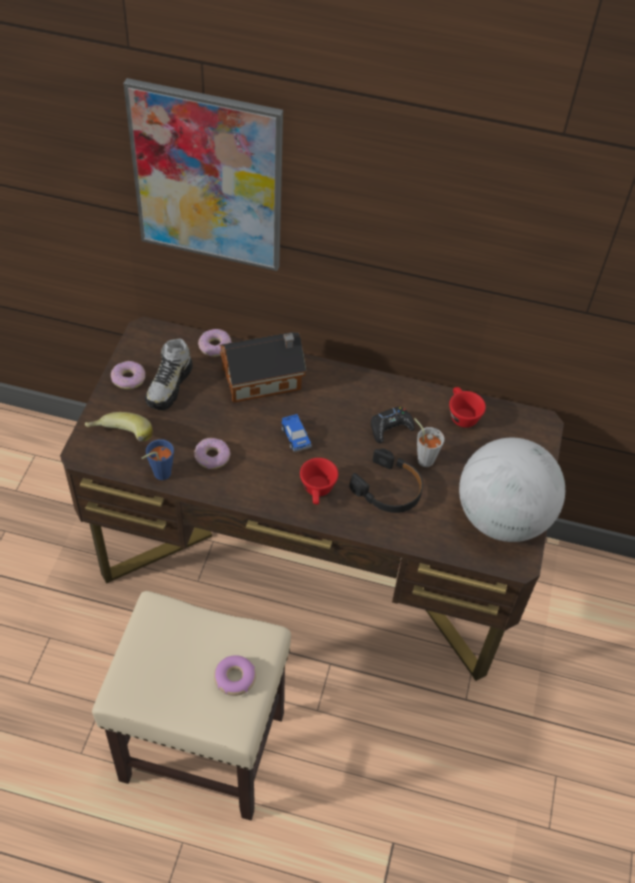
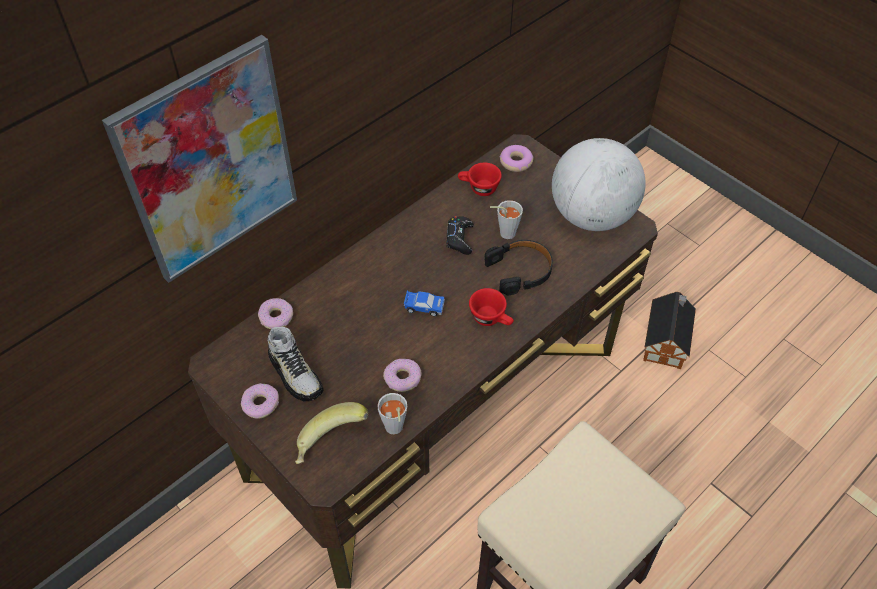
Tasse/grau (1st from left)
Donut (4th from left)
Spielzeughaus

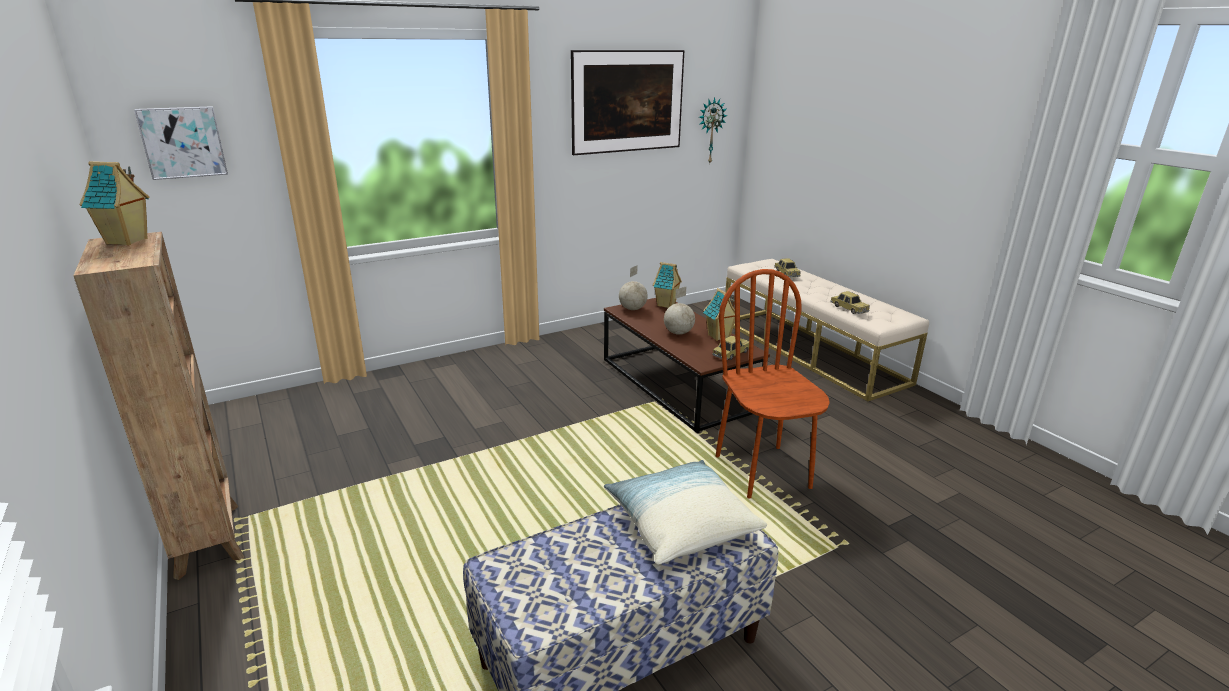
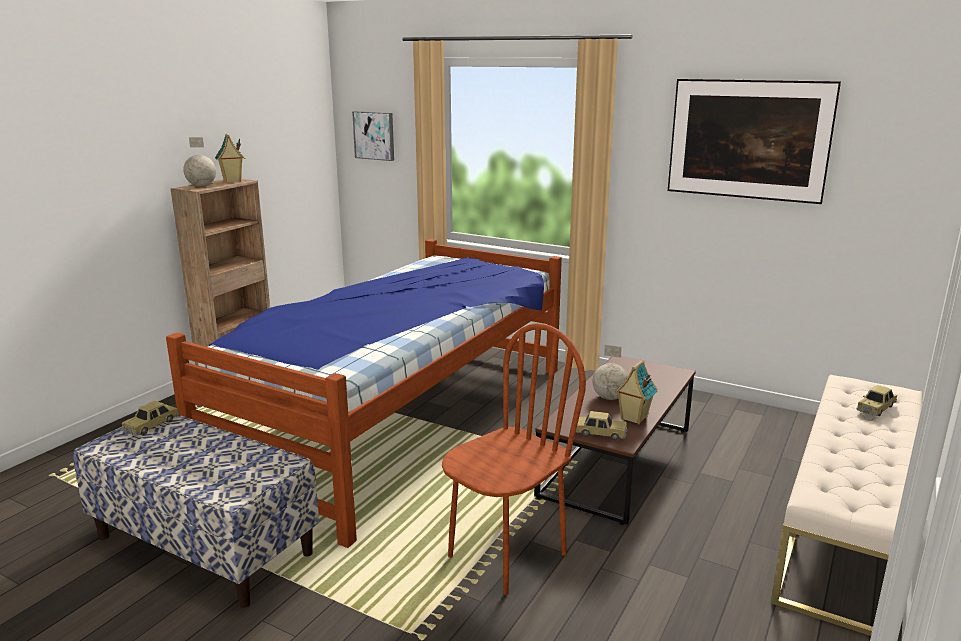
Spielzeugauto (1st from left)
Bett
Globus (1st from left)
Kissen
Spielzeughaus (2nd from left in the first image)
Wanduhr

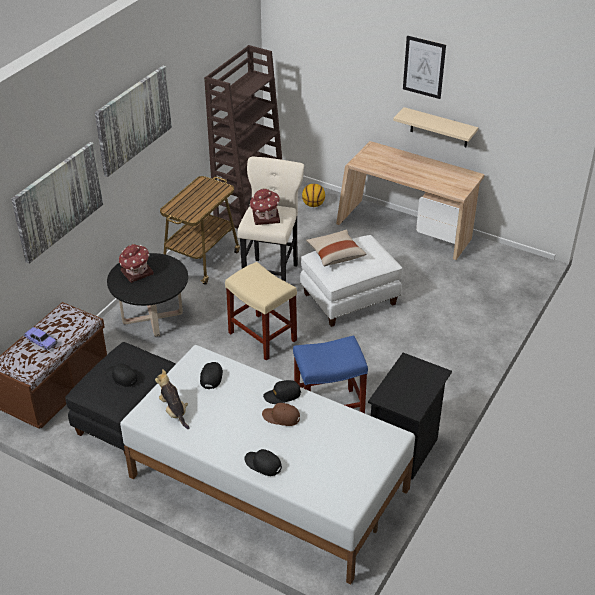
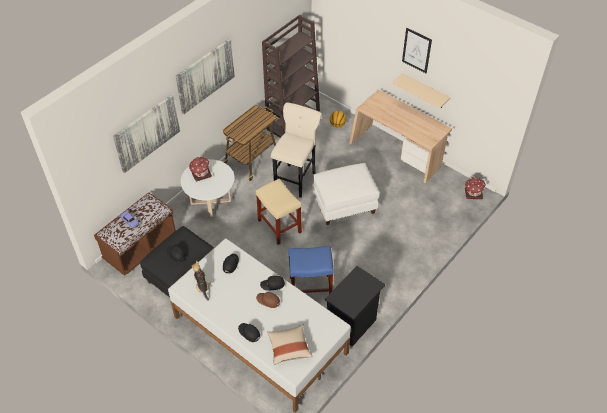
Couchtisch/weiß
Kissen/beige
Spielzeughaus (2nd from left)

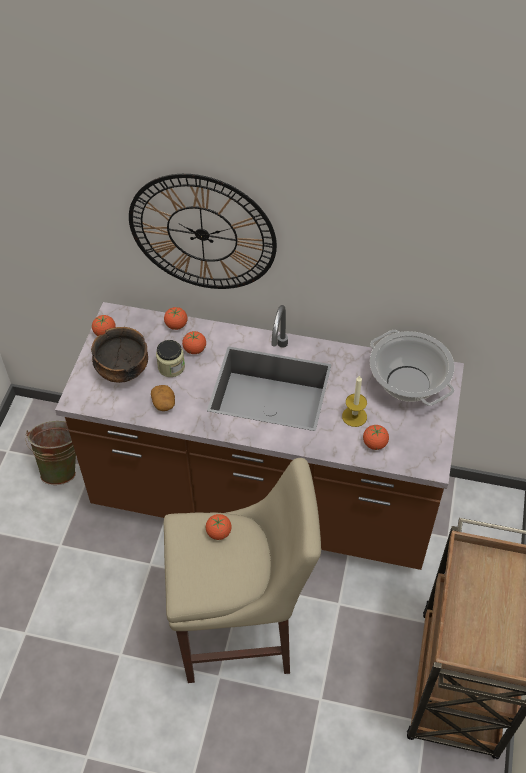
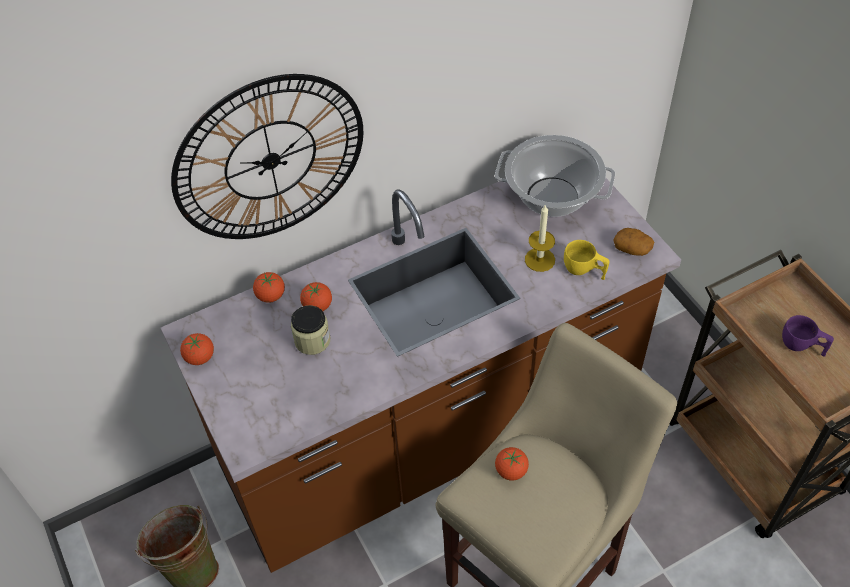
Tasse/gelb
Kartoffel
Tasse/lila
Schüssel

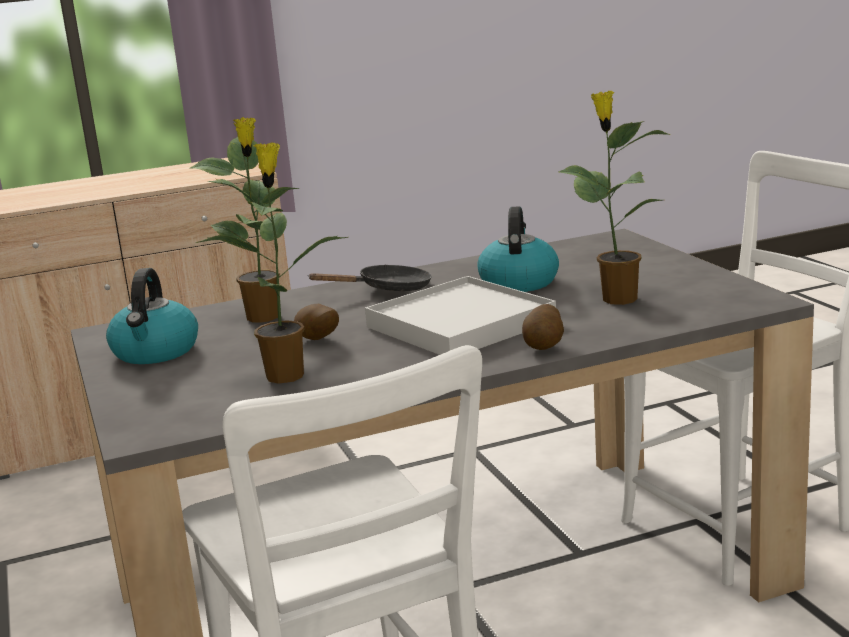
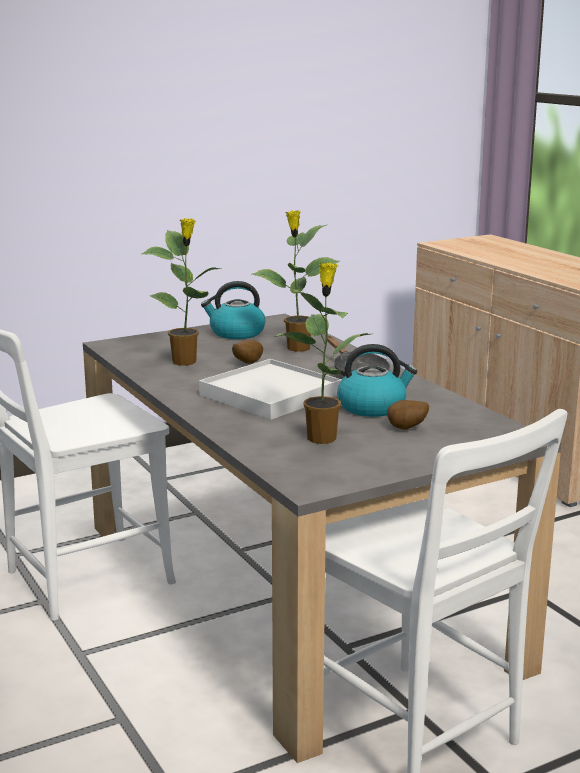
Kartoffel (2nd from left)

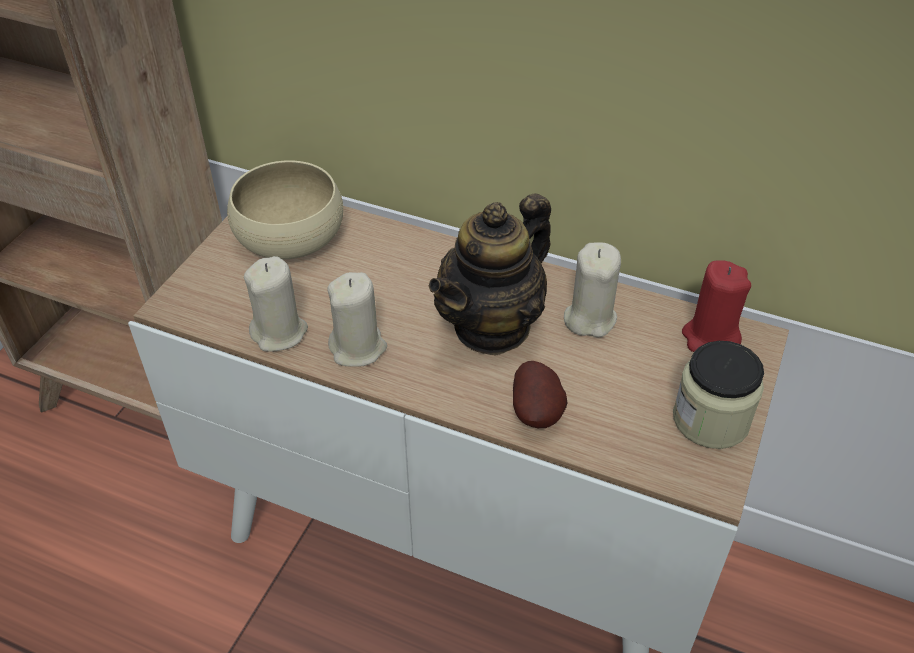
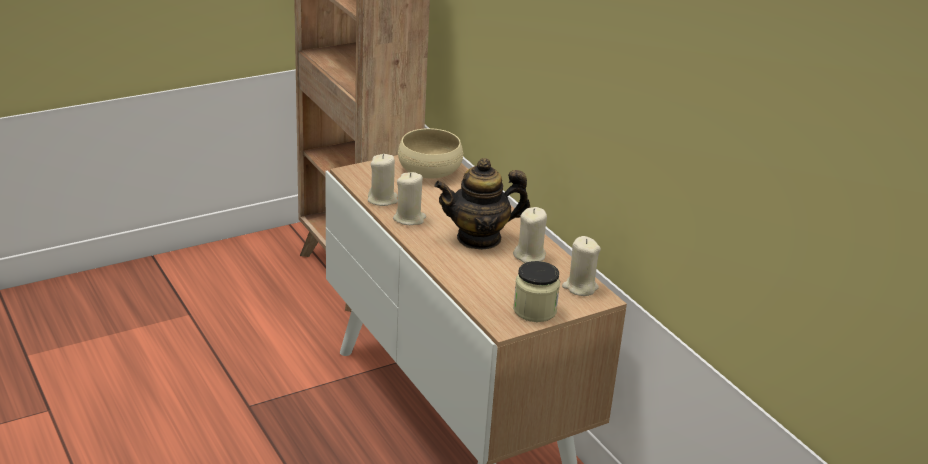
Kerze/beige (4th from left)
Kartoffel

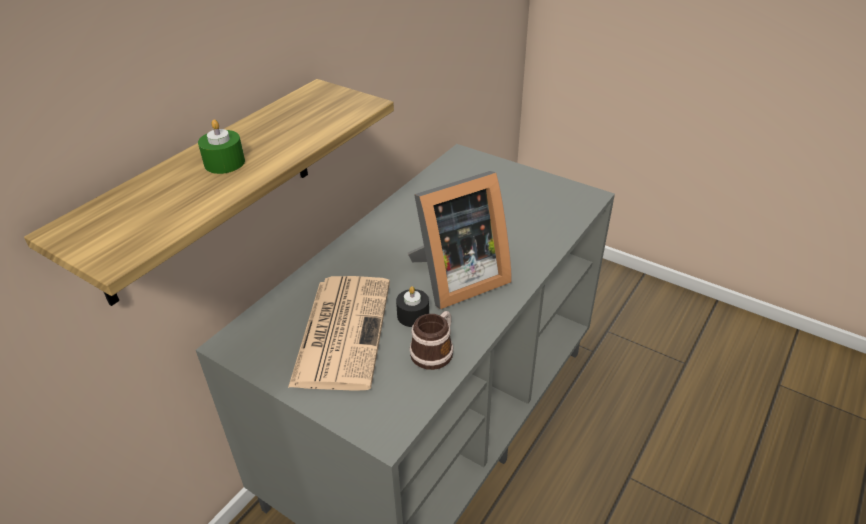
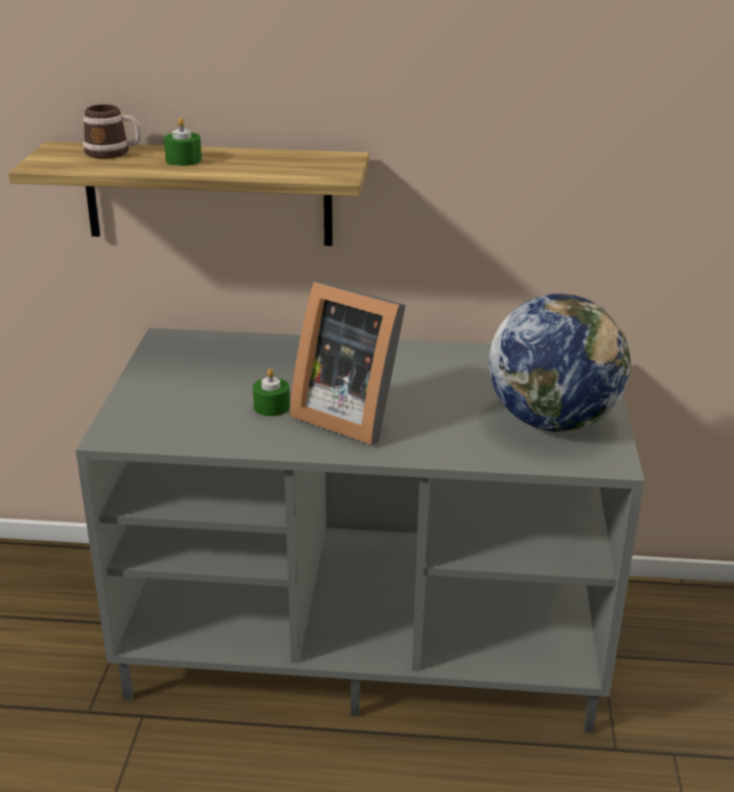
Henkelbecher
Kerze/grün (2nd from left)
Globus
Zeitung

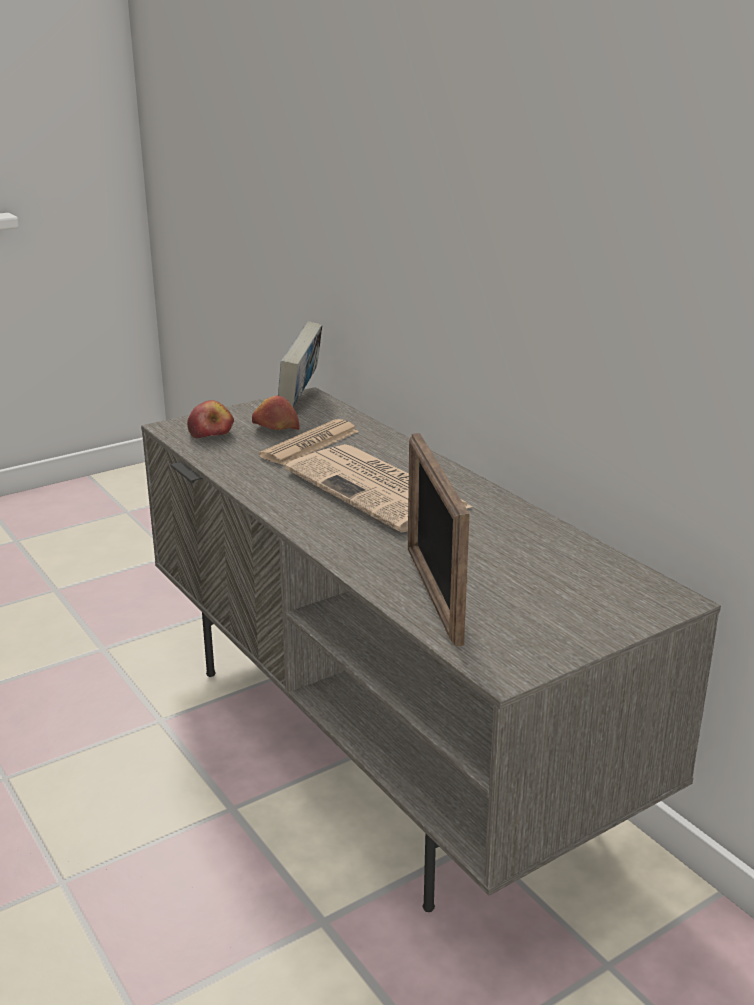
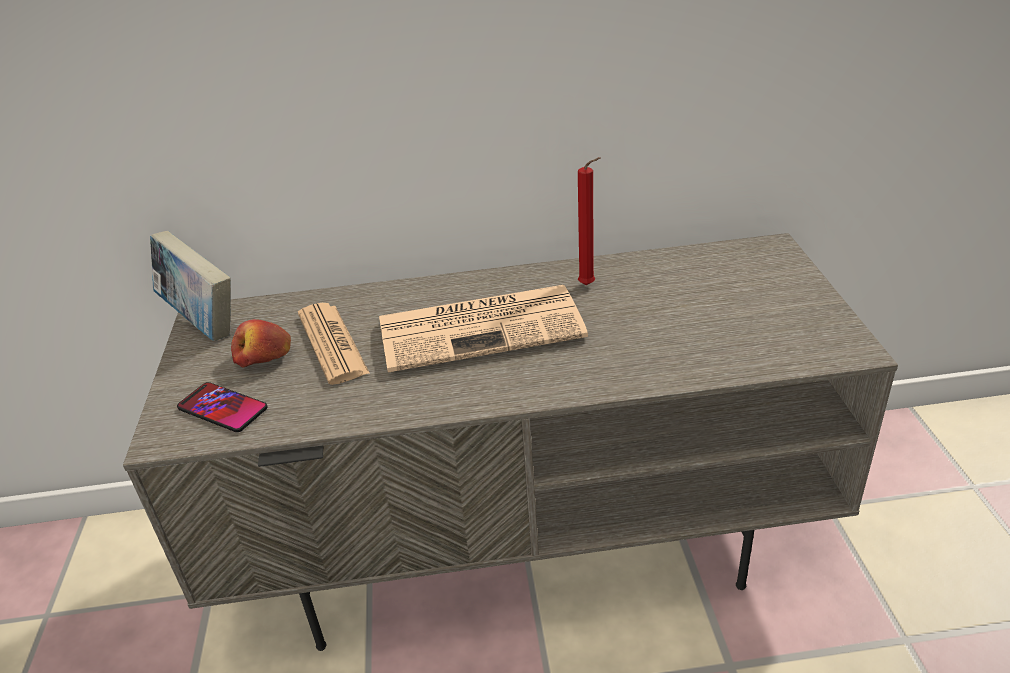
Handy
Kerze/rot
Bilderrahmen

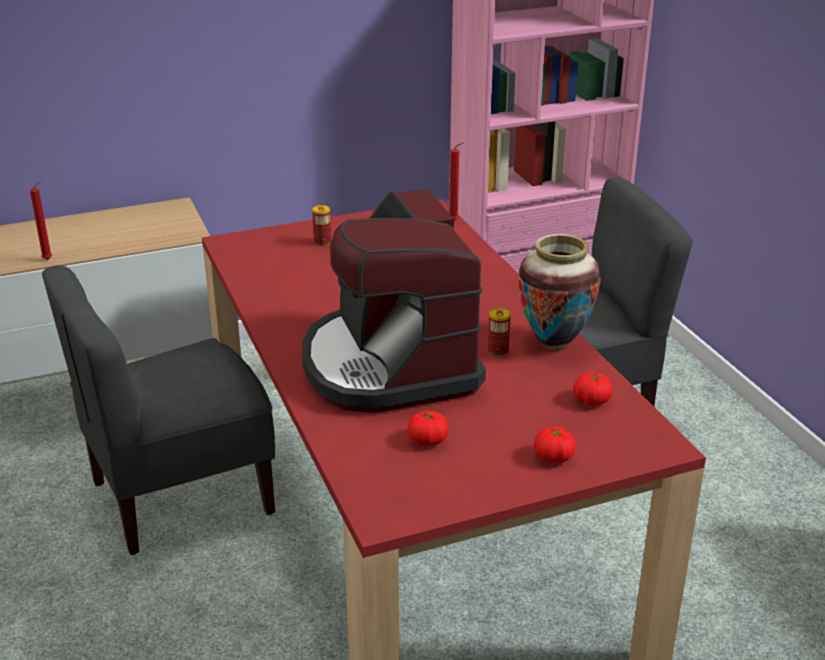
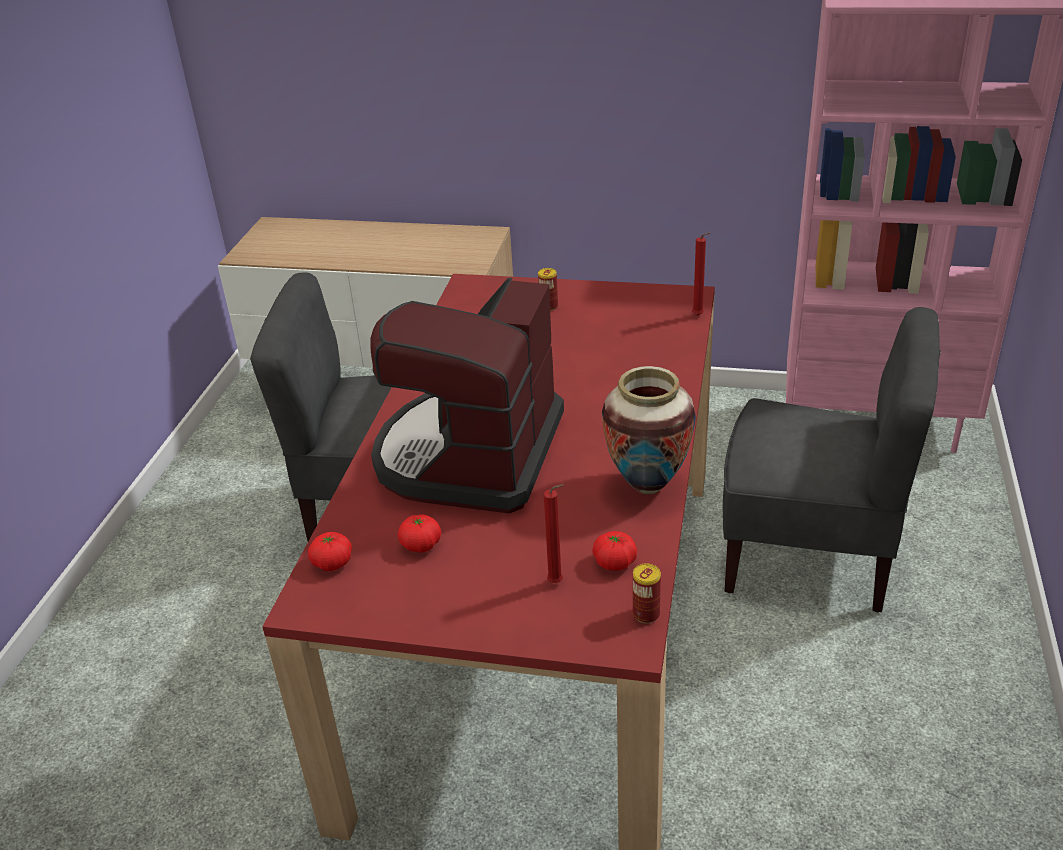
Tomate (1st from left)
Kerze/rot (1st from left)
Dose (2nd from left)

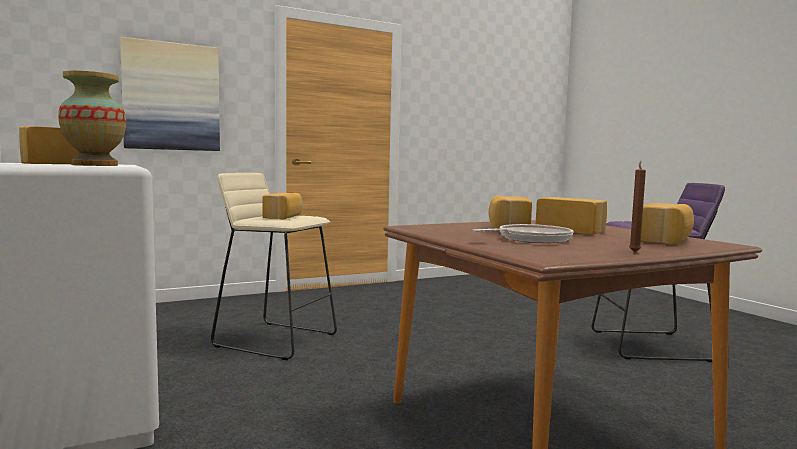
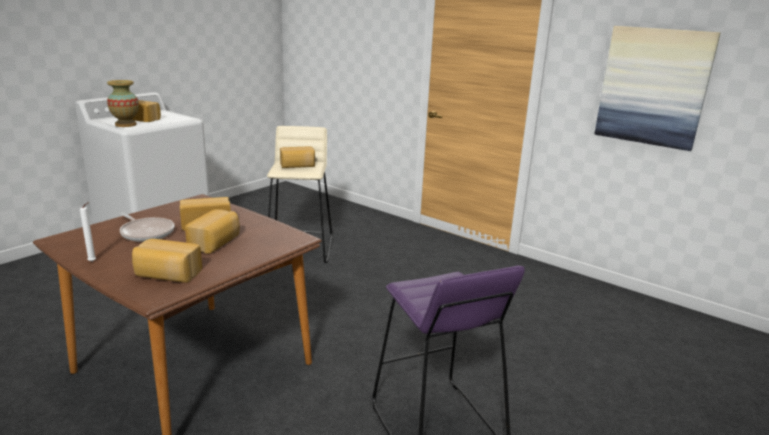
Kerze/weiß
Bild

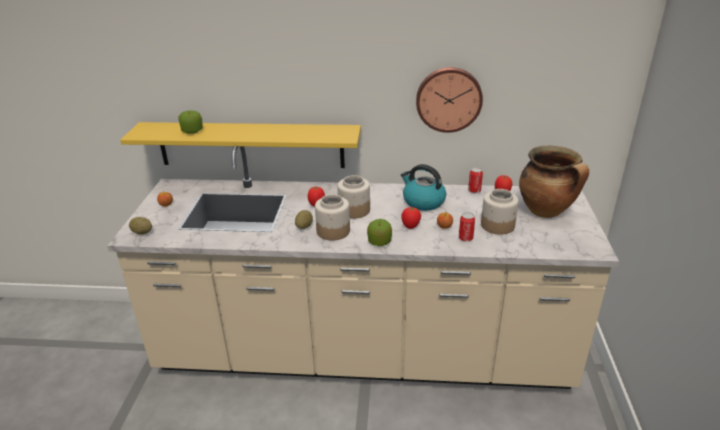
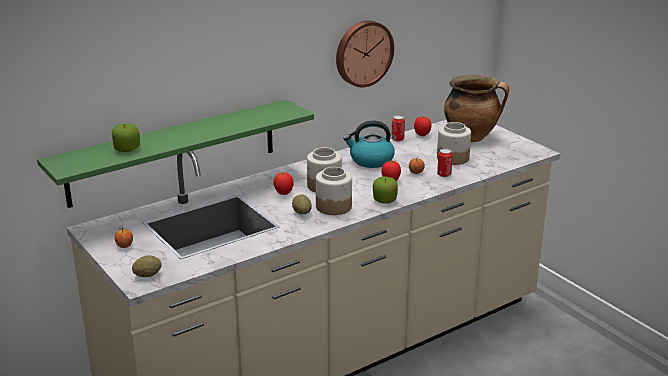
Wandregal/grün

